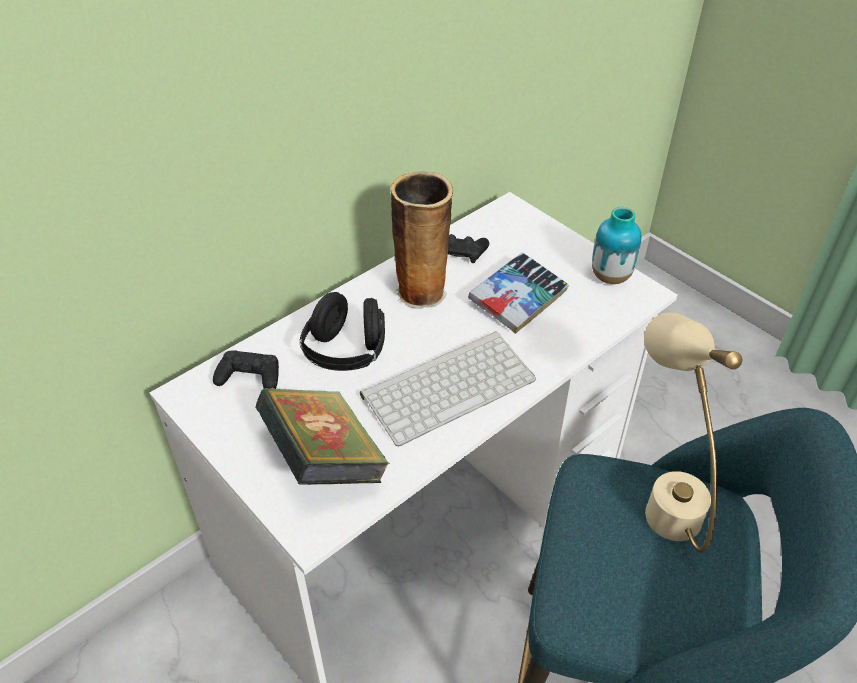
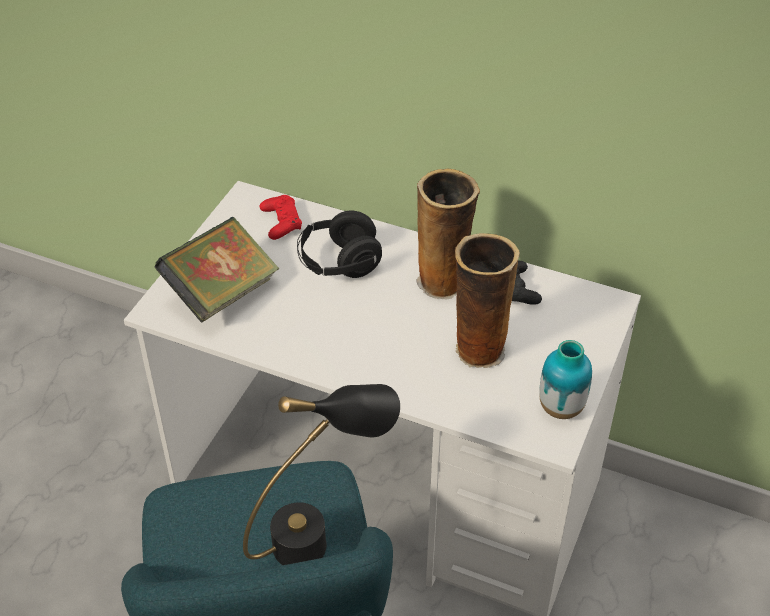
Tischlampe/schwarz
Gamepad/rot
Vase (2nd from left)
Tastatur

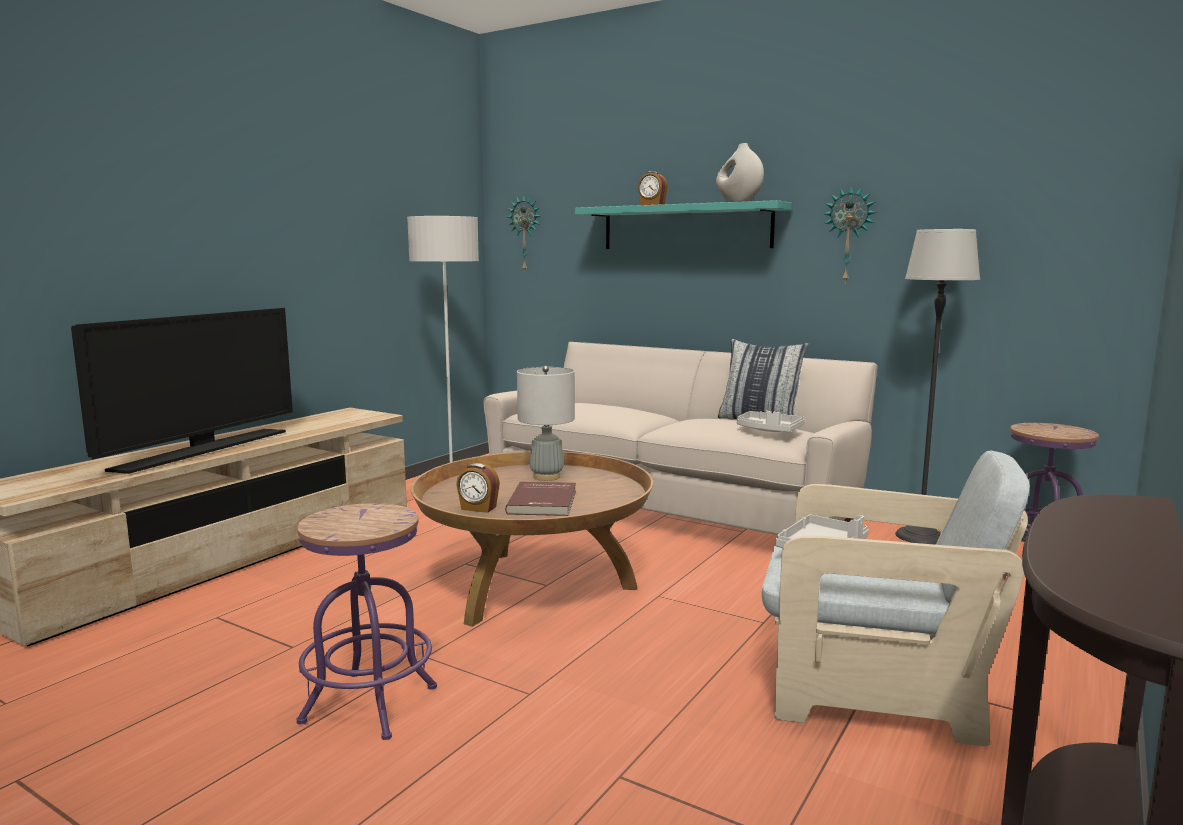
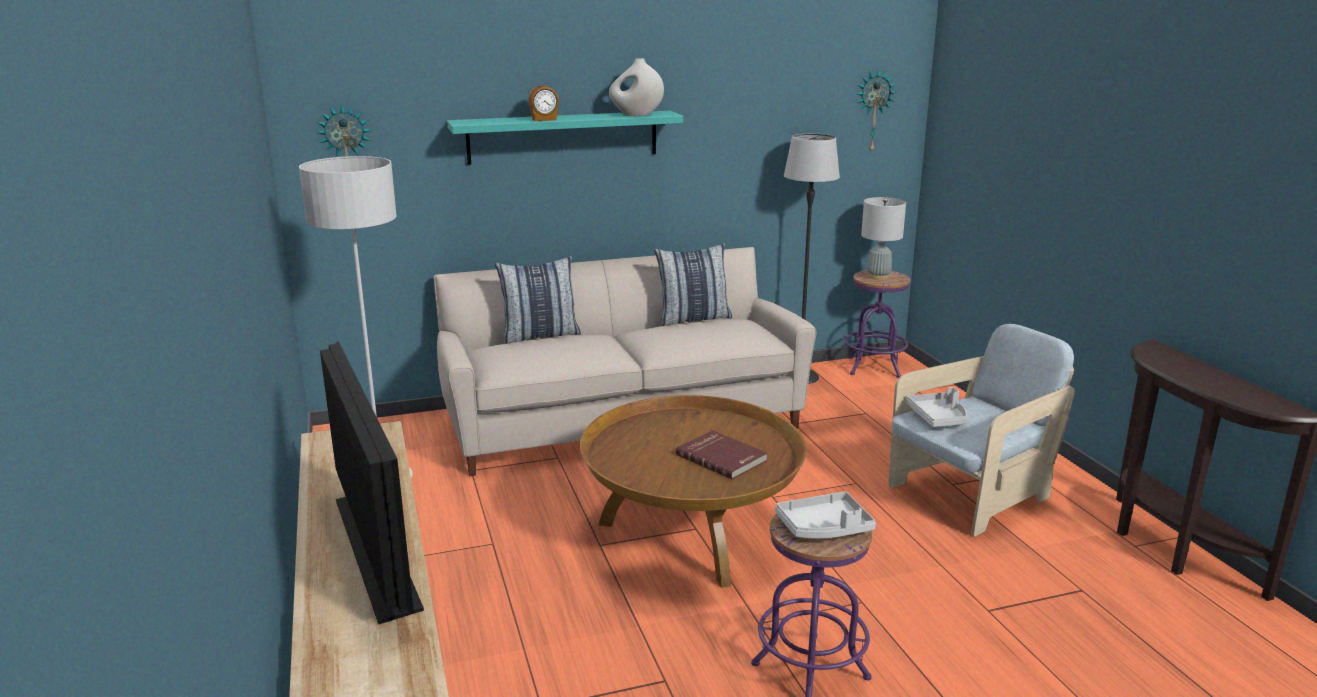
Kissen (1st from left)
Tablett/grau (1st from left)
Wanduhr (2nd from left)
Tischlampe/grau
Wecker (1st from left in the first image)

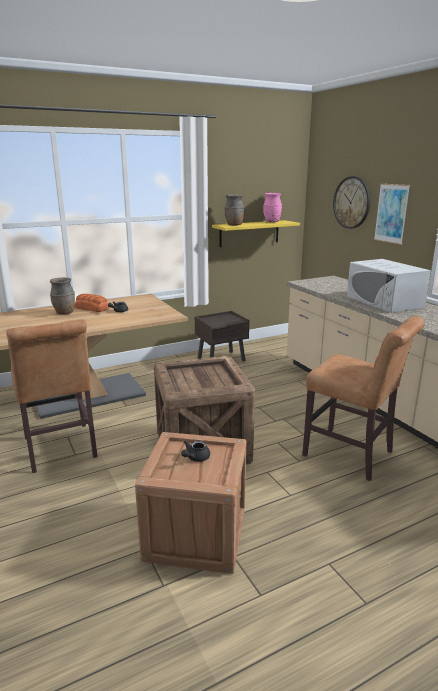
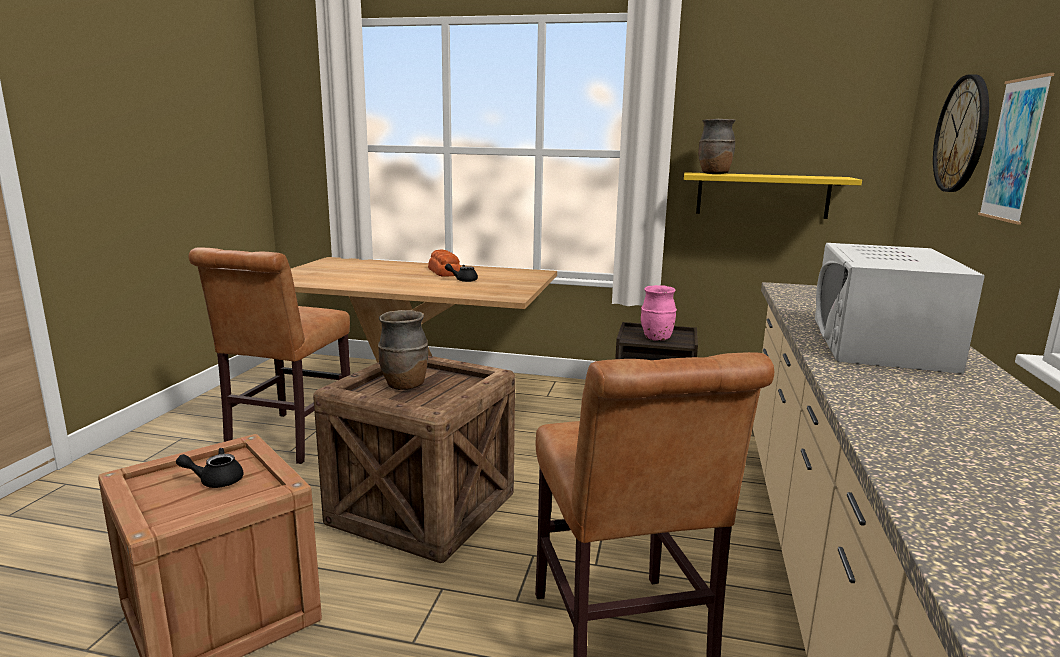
Vase/braun (1st from left)
Vase/rosa

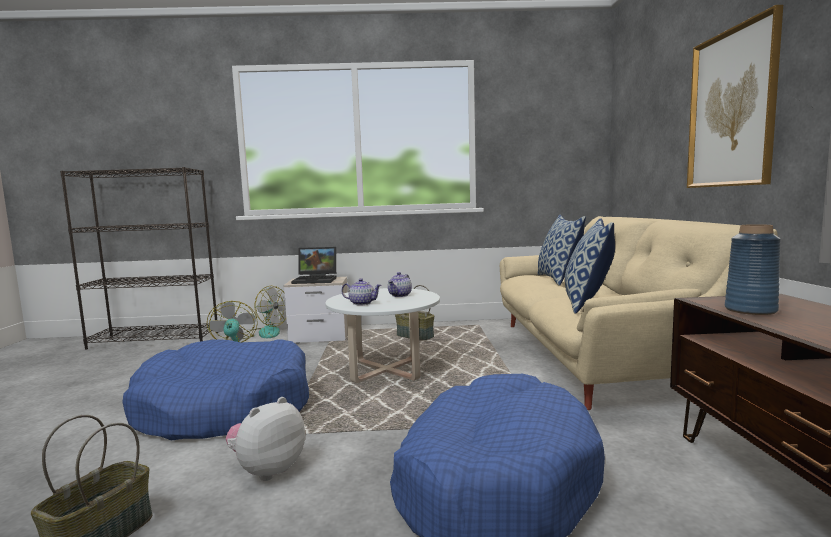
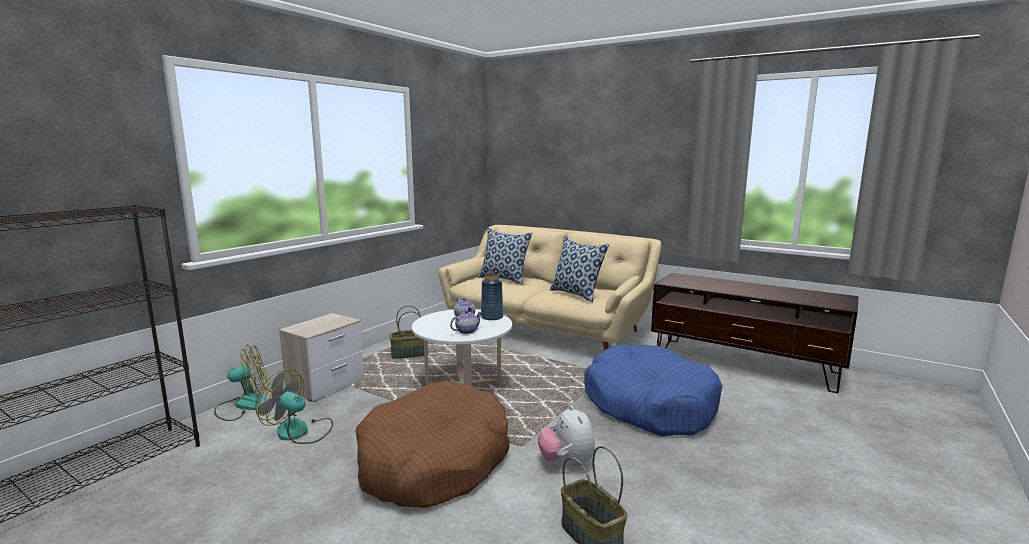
Hundebett/braun
Vase/blau
Laptop
Bild

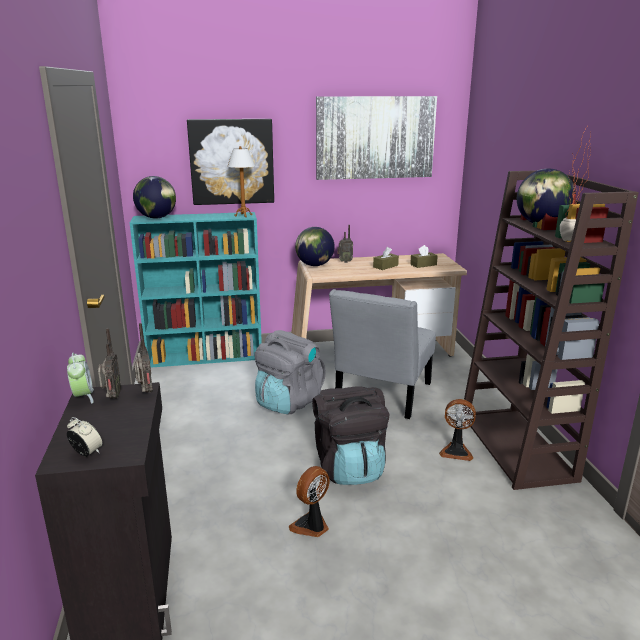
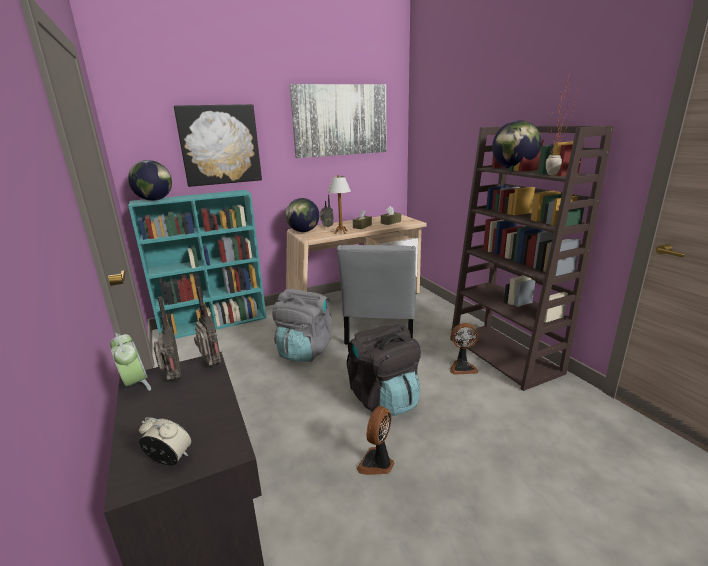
Tischlampe

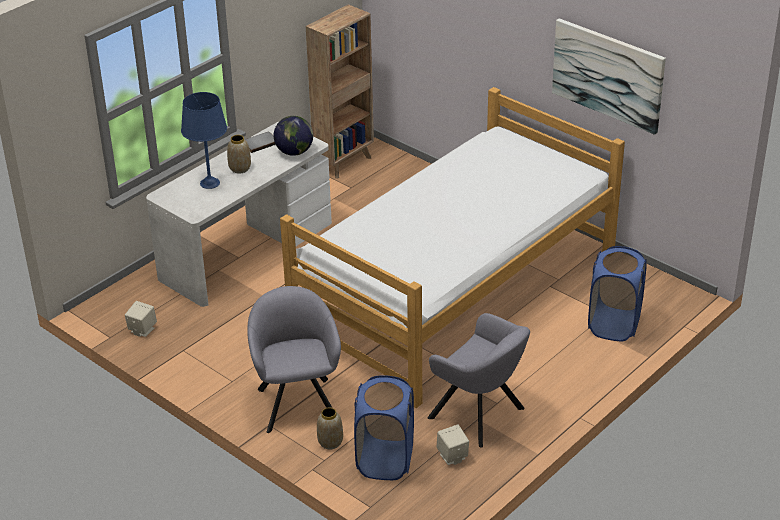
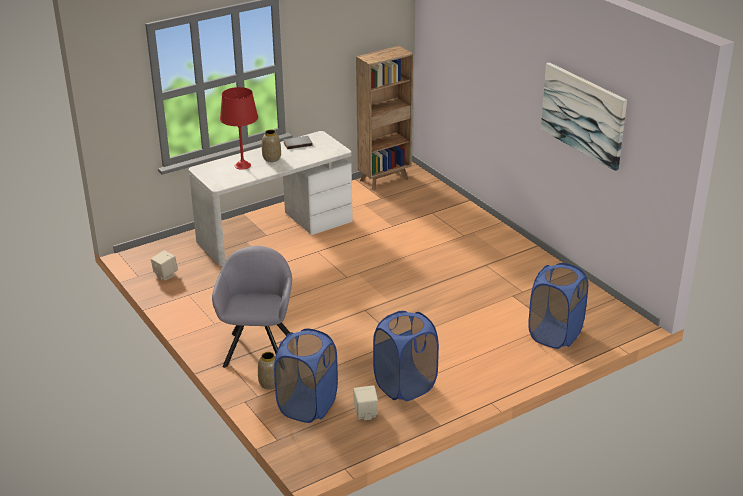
Tischlampe/rot
Wäschekorb/blau (2nd from left)
Globus
Bett

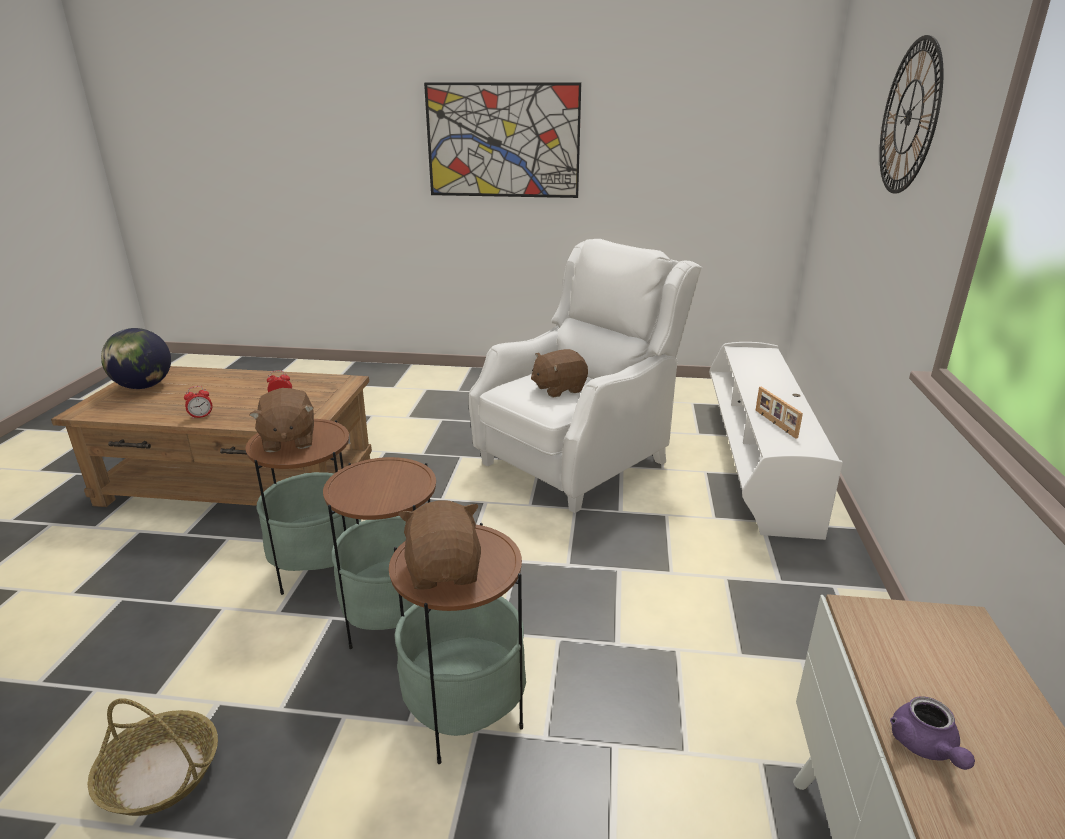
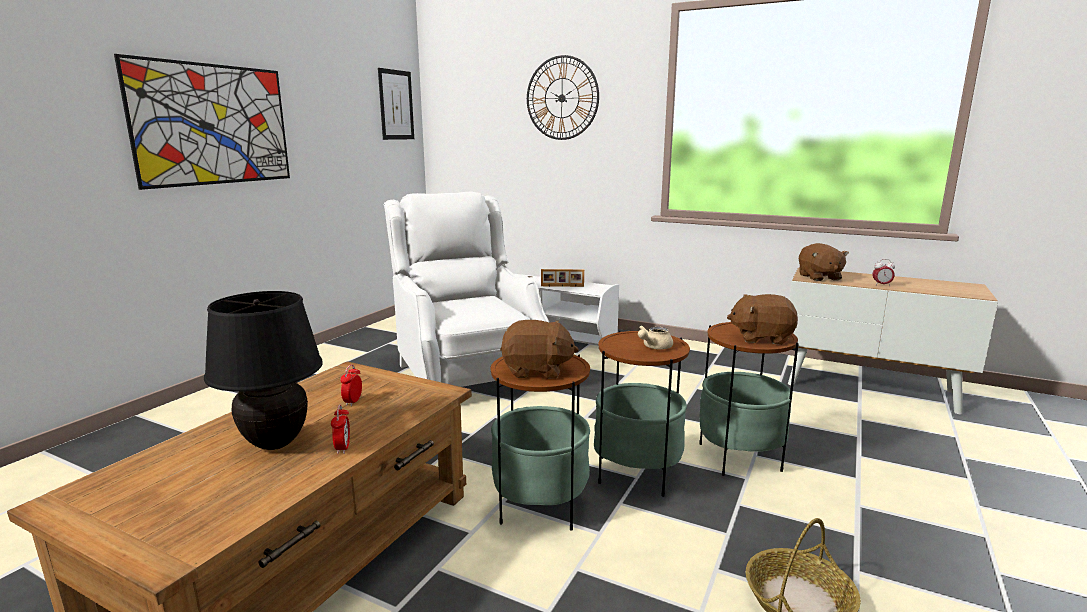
Tischlampe/schwarz
Bild (2nd from left)
Teekanne/beige
Plüschtier/braun (3rd from left)
Wecker (3rd from left)
Globus

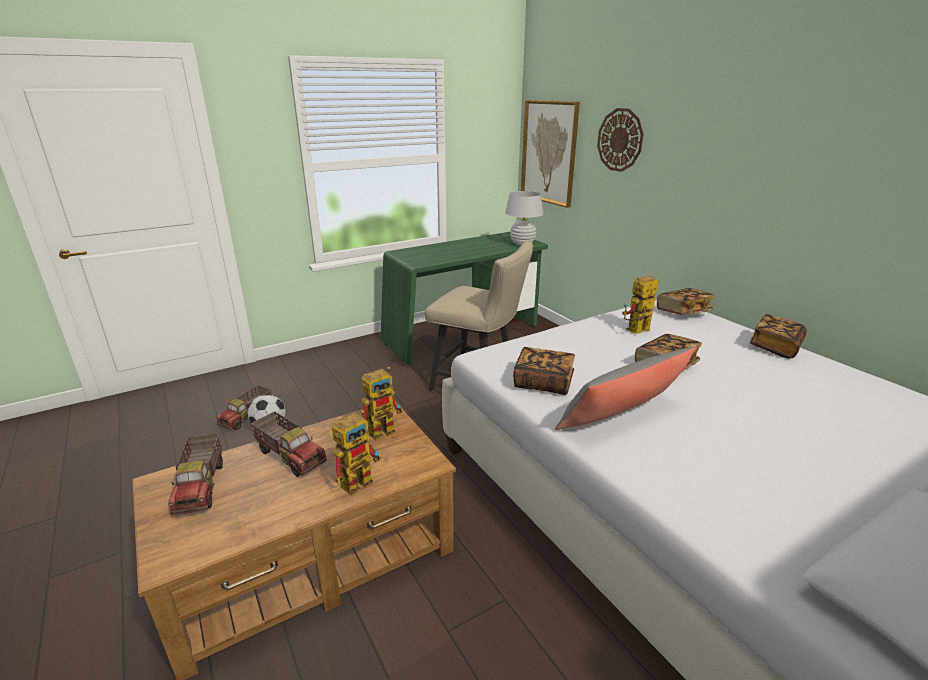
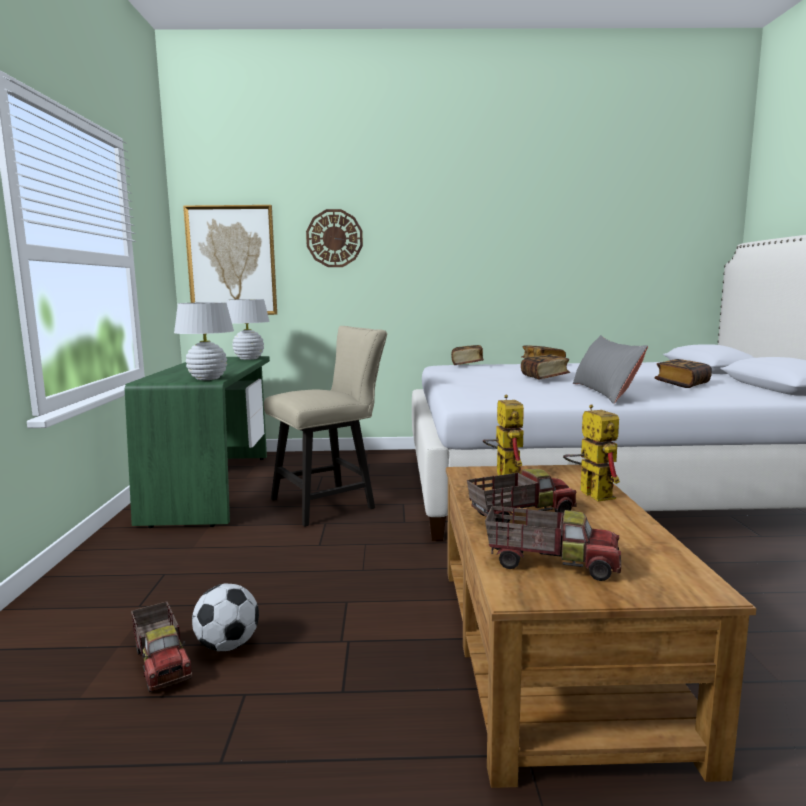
Tischlampe/weiß (1st from left)
Buch (4th from left)
Spielzeugroboter (3rd from left in the first image)

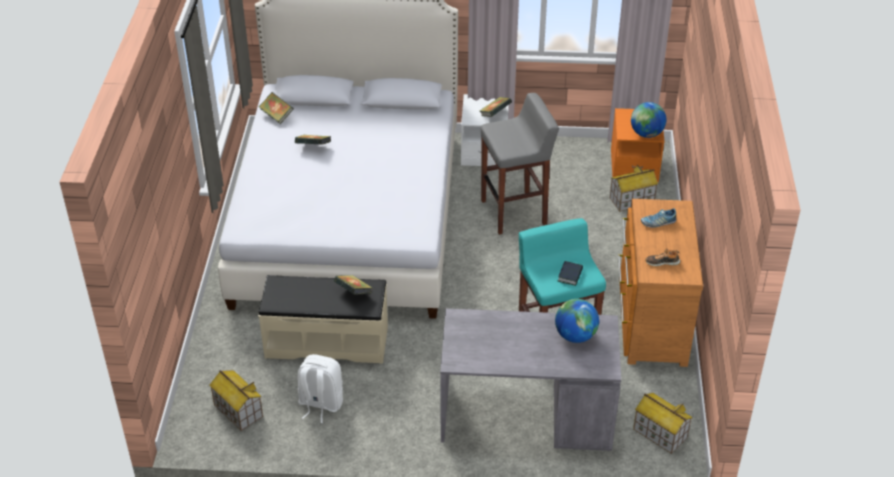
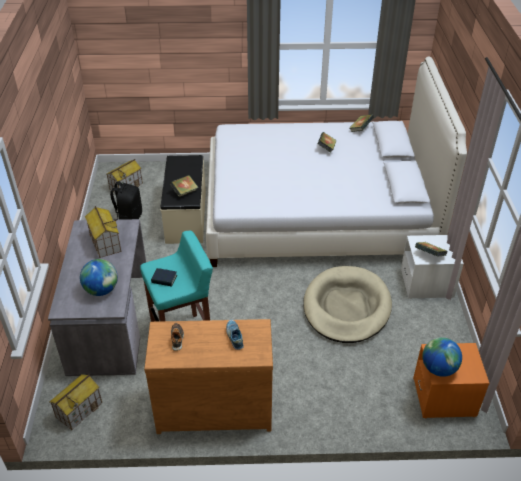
Spielzeughaus (2nd from left)
Rucksack/schwarz
Hundebett/beige

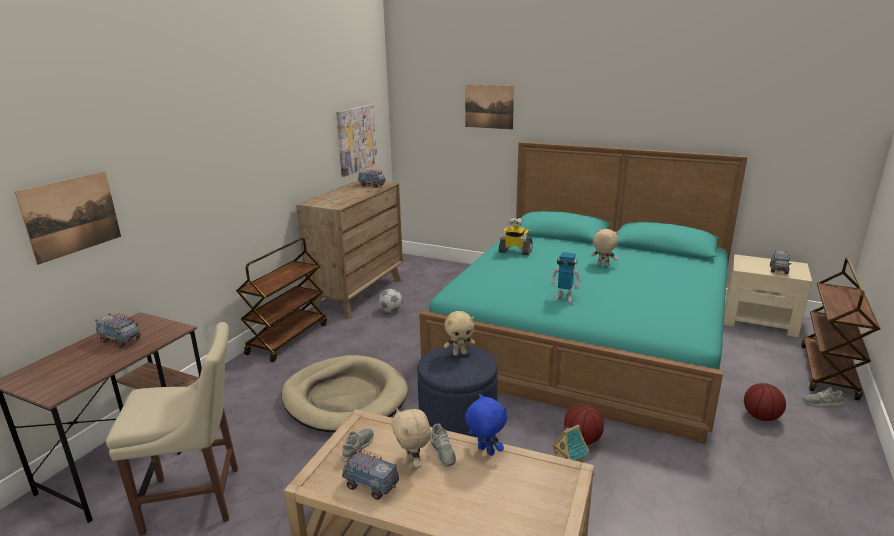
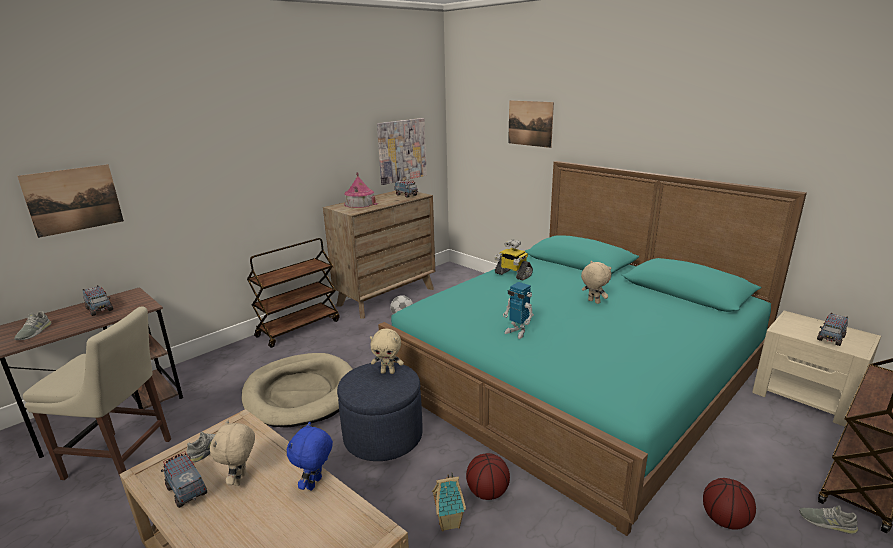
Schuh/grau (1st from left)
Plüschtier/blau
Spielzeughaus (1st from left)

